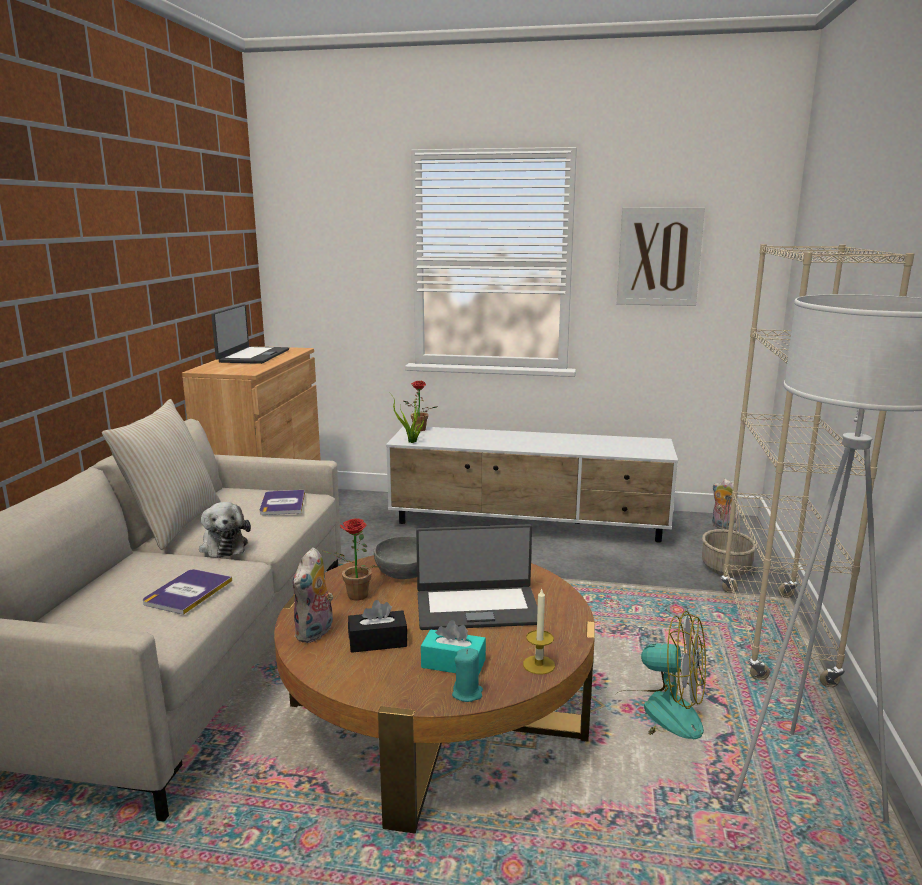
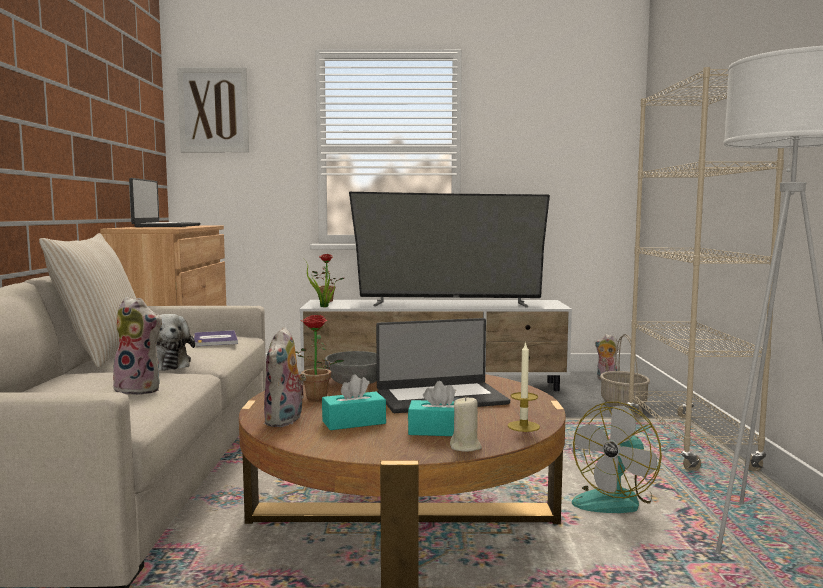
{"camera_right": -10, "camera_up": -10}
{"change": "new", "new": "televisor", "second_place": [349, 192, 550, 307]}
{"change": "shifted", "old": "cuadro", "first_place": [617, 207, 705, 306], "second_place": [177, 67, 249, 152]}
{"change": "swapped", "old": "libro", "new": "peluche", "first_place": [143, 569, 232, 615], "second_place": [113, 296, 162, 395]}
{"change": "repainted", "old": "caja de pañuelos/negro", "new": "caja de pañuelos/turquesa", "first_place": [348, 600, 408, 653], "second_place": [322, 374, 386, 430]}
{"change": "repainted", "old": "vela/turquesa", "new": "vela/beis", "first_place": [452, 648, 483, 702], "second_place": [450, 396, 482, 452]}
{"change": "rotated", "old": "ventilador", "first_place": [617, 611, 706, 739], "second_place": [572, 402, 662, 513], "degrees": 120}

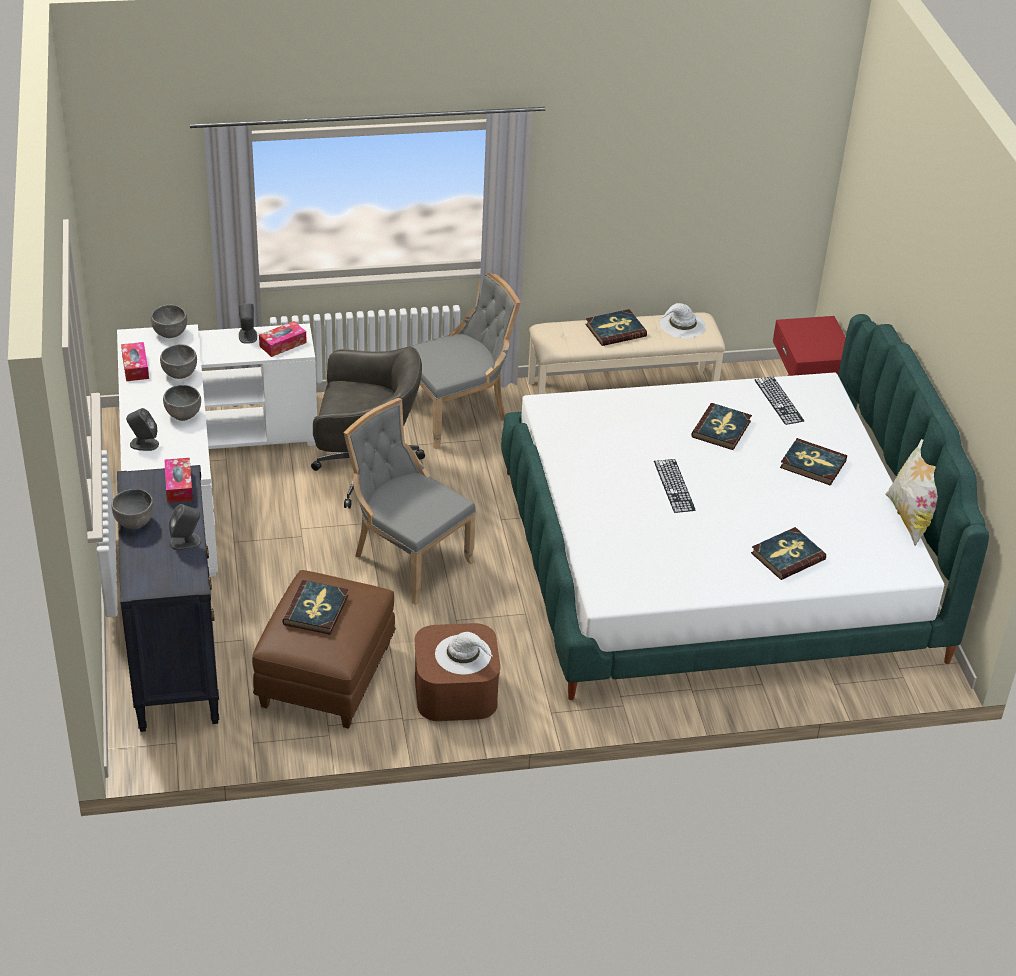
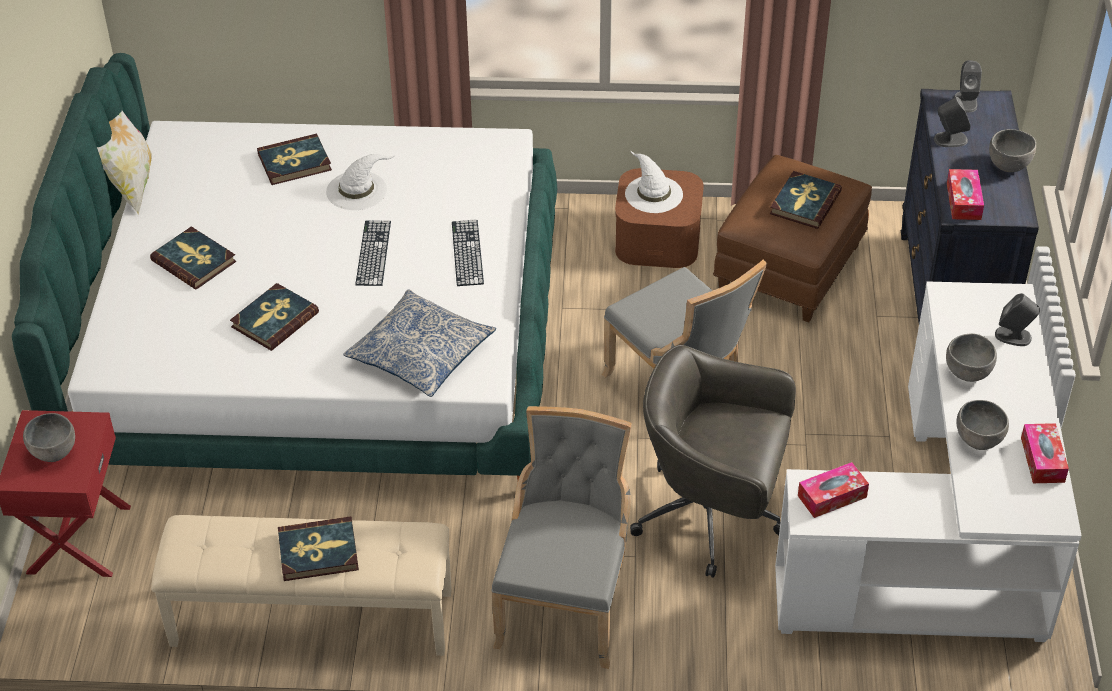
{"camera_right": -165, "camera_up": 5}
{"change": "new", "new": "cojín", "second_place": [343, 289, 496, 397]}
{"change": "shifted", "old": "cuenco/gris", "first_place": [151, 305, 187, 338], "second_place": [23, 413, 75, 462]}
{"change": "shifted", "old": "altavoz/gris", "first_place": [239, 303, 257, 344], "second_place": [954, 60, 982, 112]}
{"change": "shifted", "old": "sombrero/blanco", "first_place": [659, 303, 706, 338], "second_place": [326, 154, 394, 210]}
{"change": "shifted", "old": "teclado", "first_place": [755, 376, 804, 425], "second_place": [452, 220, 484, 286]}
{"change": "rotated", "old": "silla/gris", "first_place": [409, 273, 521, 449], "second_place": [492, 406, 632, 669], "degrees": 120}

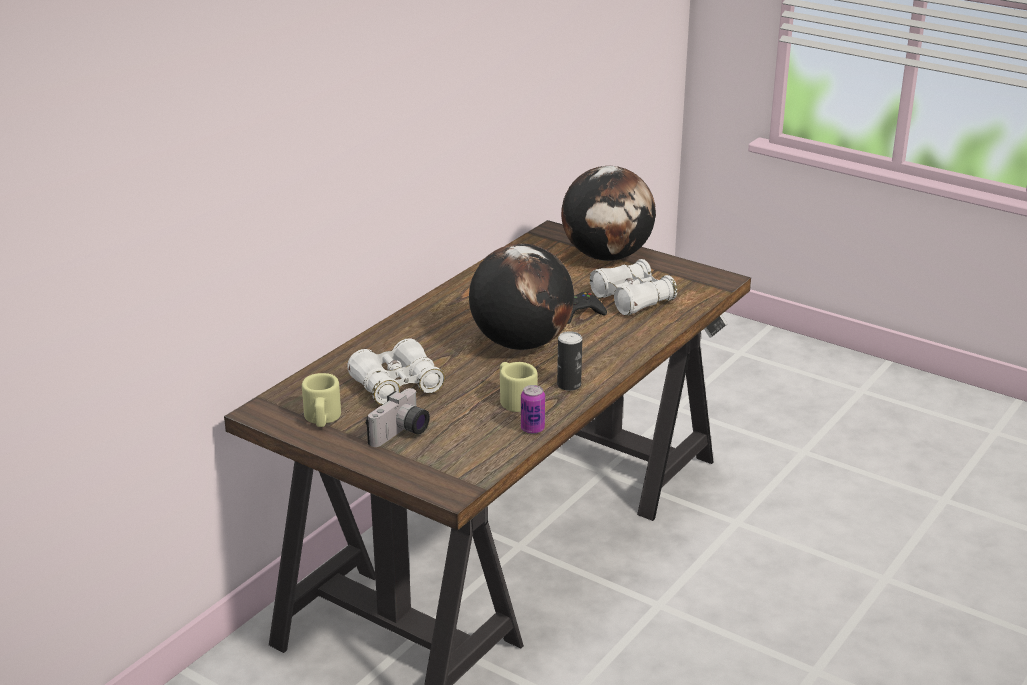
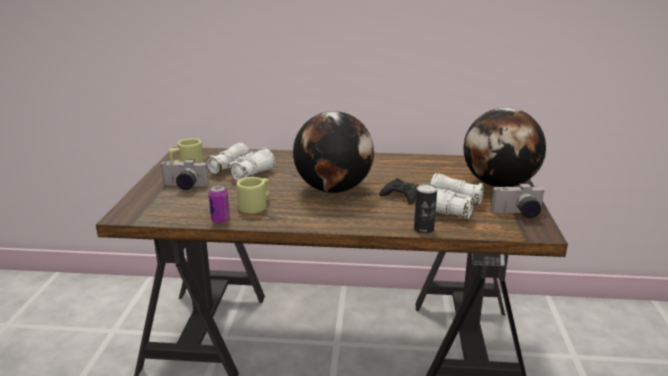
{"camera_right": 60, "camera_up": -5}
{"change": "new", "new": "cámara", "second_place": [491, 183, 546, 218]}
{"change": "shifted", "old": "lata", "first_place": [557, 331, 582, 391], "second_place": [414, 184, 437, 234]}

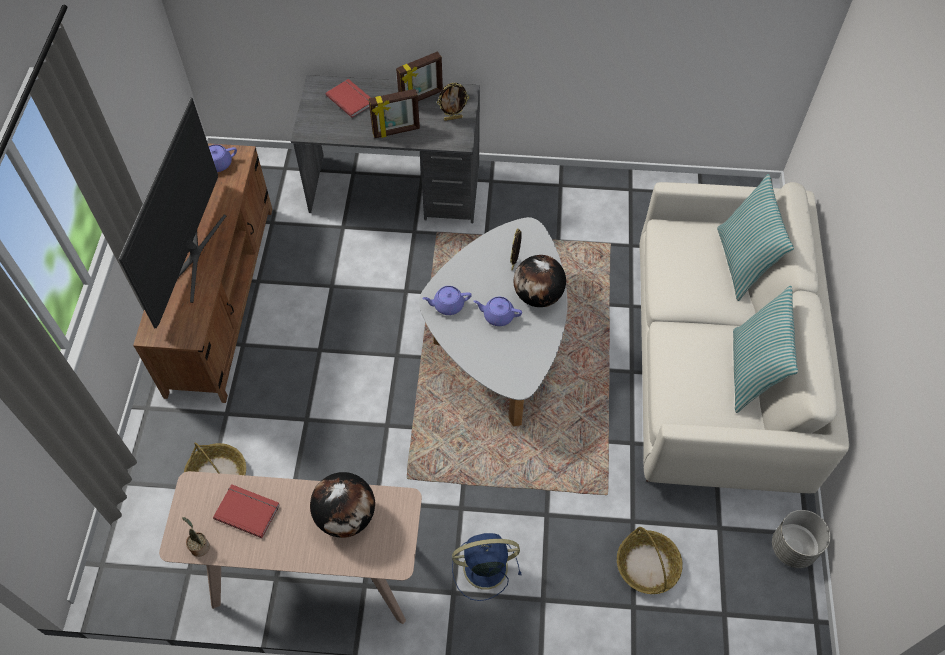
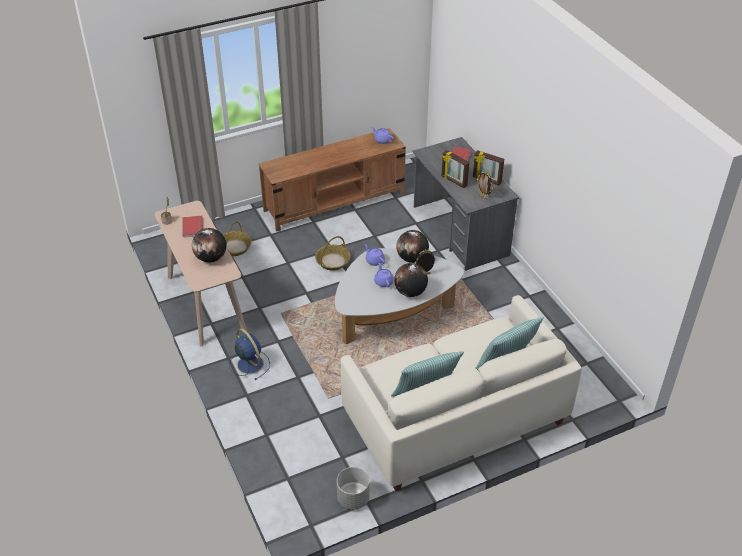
{"camera_right": 60, "camera_up": -15}
{"change": "gone", "old": "televisor", "first_place": [118, 98, 226, 328]}
{"change": "new", "new": "globo terráqueo", "second_place": [396, 230, 429, 263]}
{"change": "shifted", "old": "cesta", "first_place": [617, 527, 683, 594], "second_place": [315, 236, 351, 271]}

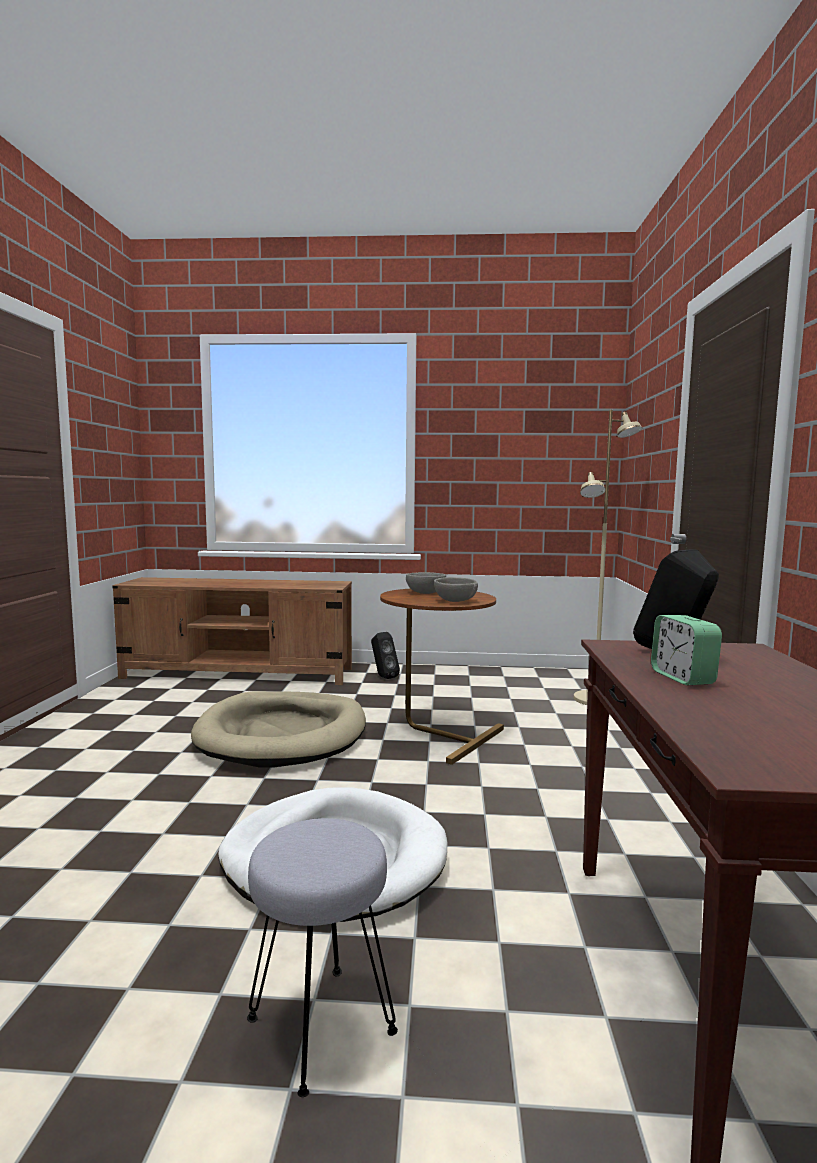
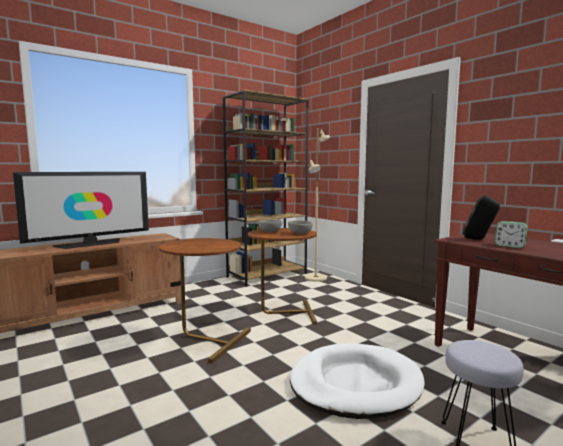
{"camera_right": -40, "camera_up": 0}
{"change": "gone", "old": "altavoz/negro", "first_place": [371, 632, 400, 679]}
{"change": "new", "new": "televisor", "second_place": [13, 172, 149, 249]}
{"change": "new", "new": "estantería/marrón", "second_place": [223, 90, 308, 286]}
{"change": "swapped", "old": "cama para perro/beis", "new": "mesa auxiliar/marrón", "first_place": [191, 691, 366, 768], "second_place": [159, 238, 251, 363]}

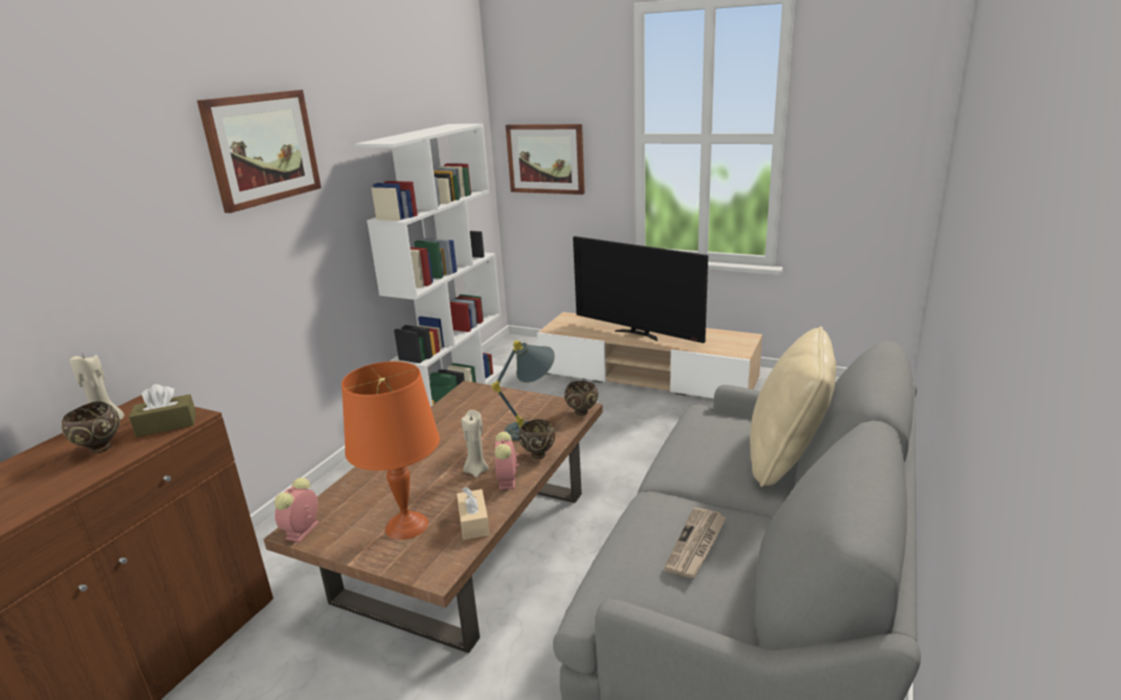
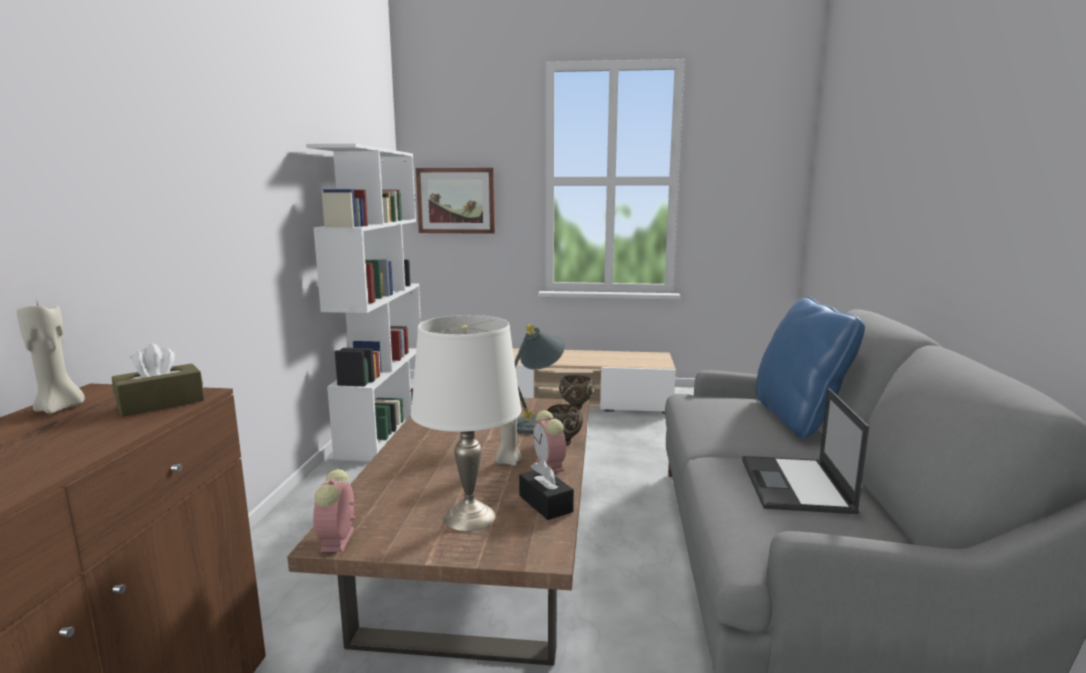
{"camera_right": -20, "camera_up": -10}
{"change": "gone", "old": "cuenco/marrón", "first_place": [61, 401, 120, 453]}
{"change": "gone", "old": "cuadro", "first_place": [197, 90, 321, 213]}
{"change": "gone", "old": "televisor", "first_place": [573, 236, 708, 343]}
{"change": "swapped", "old": "periódico", "new": "portátil", "first_place": [664, 507, 727, 578], "second_place": [742, 388, 869, 514]}
{"change": "repainted", "old": "lámpara de mesa/naranja", "new": "lámpara de mesa/blanco", "first_place": [341, 361, 440, 540], "second_place": [411, 315, 522, 531]}
{"change": "repainted", "old": "caja de pañuelos/beis", "new": "caja de pañuelos/negro", "first_place": [457, 487, 490, 540], "second_place": [519, 459, 574, 520]}
{"change": "repainted", "old": "cojín/beis", "new": "cojín/azul", "first_place": [750, 326, 836, 487], "second_place": [755, 297, 865, 439]}

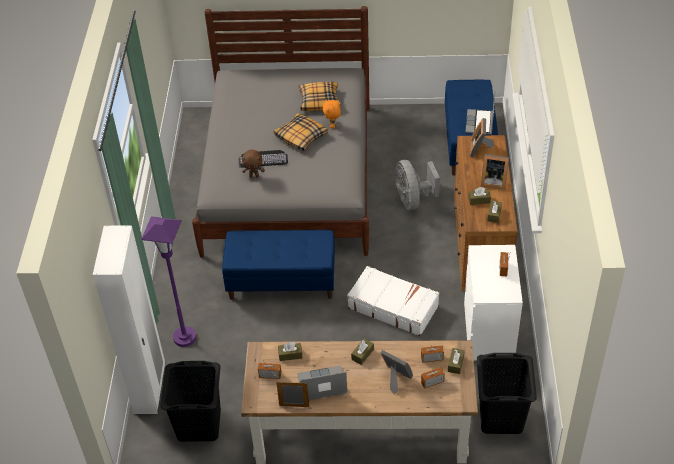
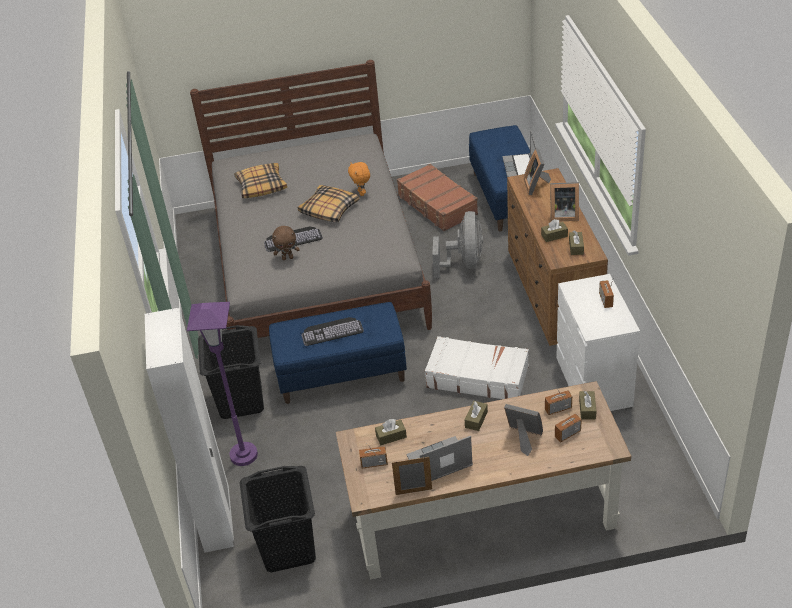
{"camera_right": -10, "camera_up": -5}
{"change": "new", "new": "teclado", "second_place": [301, 317, 364, 346]}
{"change": "new", "new": "maleta/marrón", "second_place": [397, 164, 478, 231]}
{"change": "shifted", "old": "cojín", "first_place": [298, 82, 341, 111], "second_place": [234, 163, 287, 198]}
{"change": "shifted", "old": "cesto de la ropa/negro", "first_place": [477, 353, 537, 434], "second_place": [198, 325, 264, 419]}
{"change": "rotated", "old": "ventilador/gris", "first_place": [395, 160, 440, 210], "second_place": [432, 211, 483, 278], "degrees": -150}

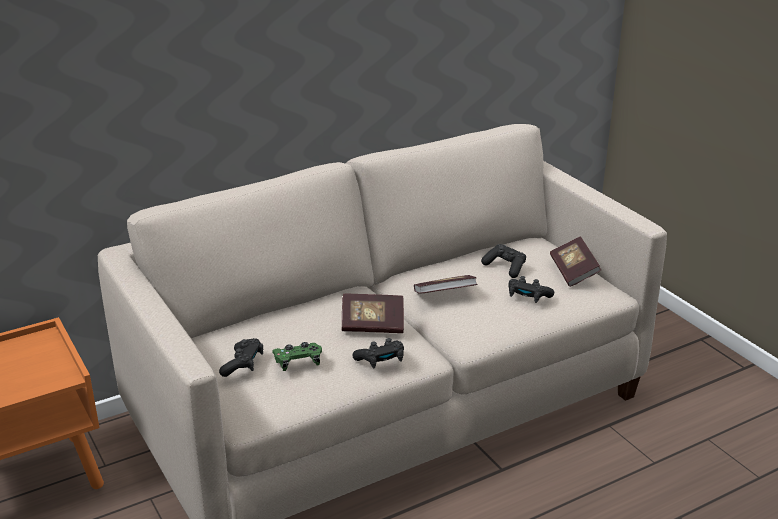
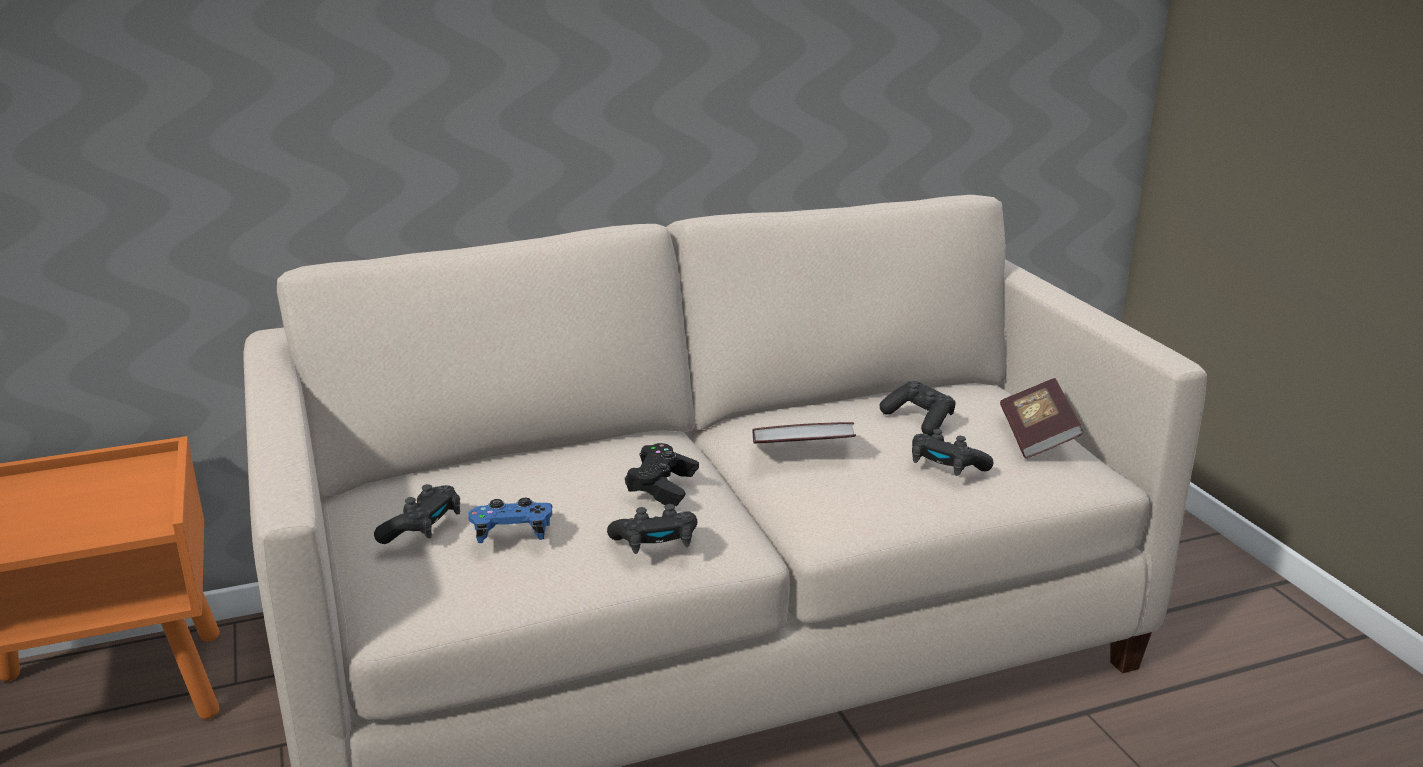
{"camera_right": 10, "camera_up": -5}
{"change": "swapped", "old": "libro", "new": "mando de consola/negro", "first_place": [342, 294, 404, 333], "second_place": [625, 443, 699, 506]}
{"change": "repainted", "old": "mando de consola/verde", "new": "mando de consola/azul", "first_place": [272, 342, 322, 371], "second_place": [468, 498, 553, 543]}

